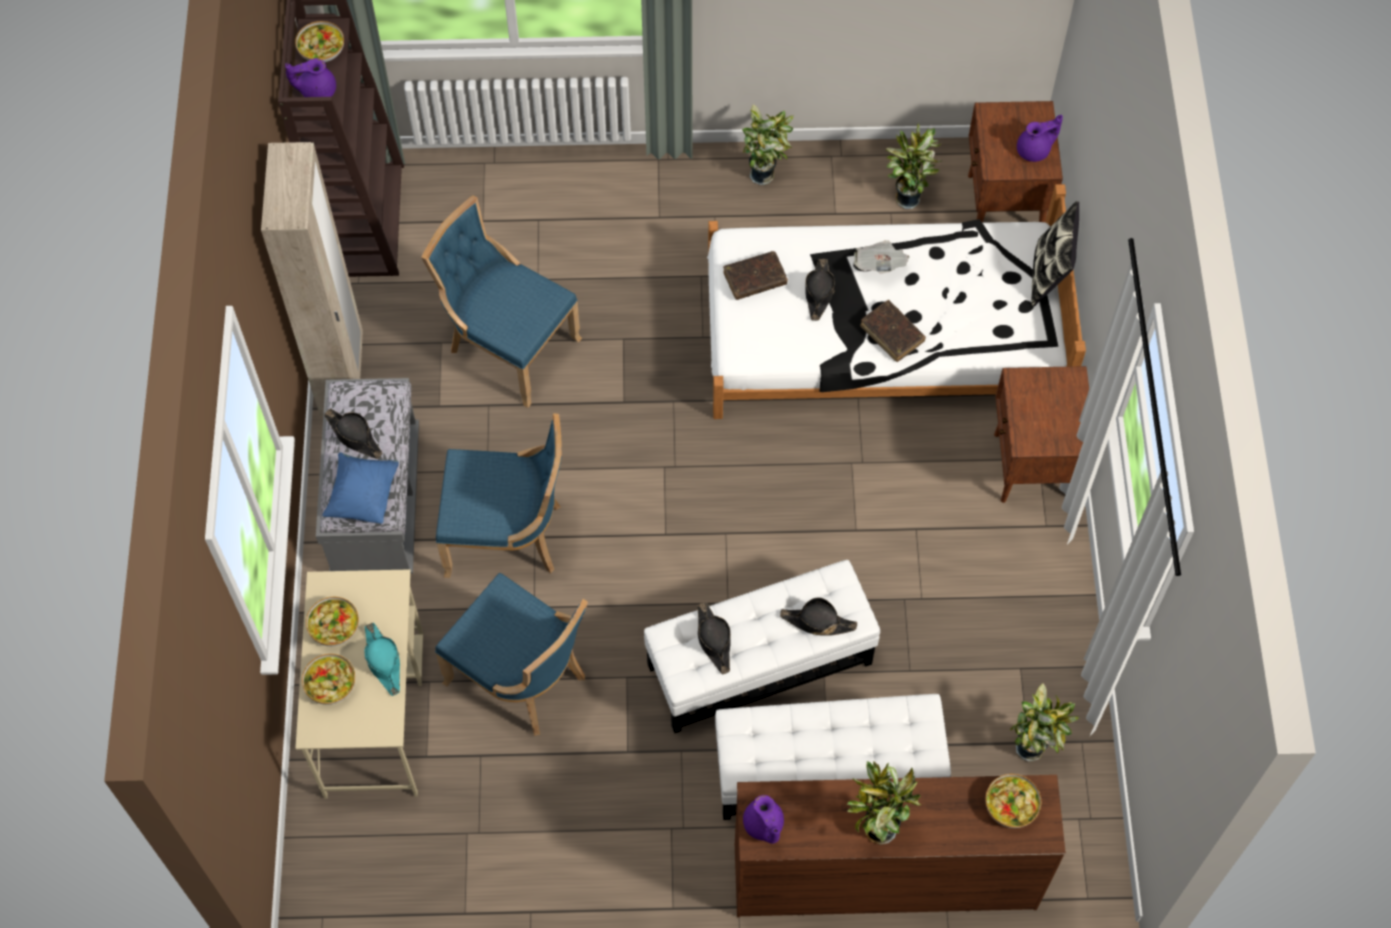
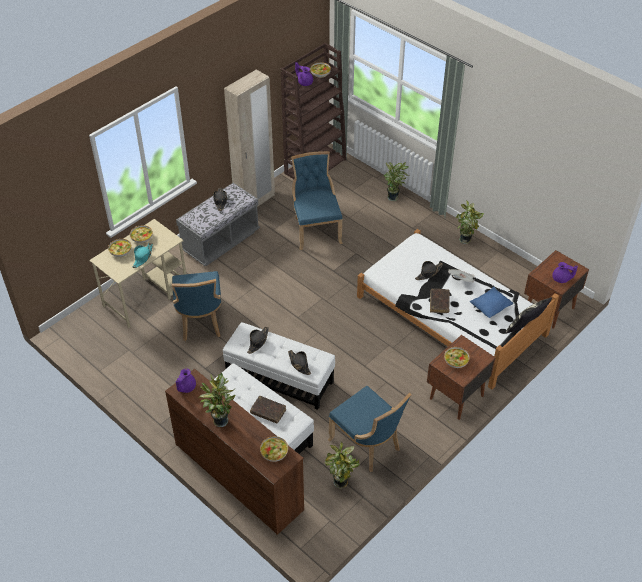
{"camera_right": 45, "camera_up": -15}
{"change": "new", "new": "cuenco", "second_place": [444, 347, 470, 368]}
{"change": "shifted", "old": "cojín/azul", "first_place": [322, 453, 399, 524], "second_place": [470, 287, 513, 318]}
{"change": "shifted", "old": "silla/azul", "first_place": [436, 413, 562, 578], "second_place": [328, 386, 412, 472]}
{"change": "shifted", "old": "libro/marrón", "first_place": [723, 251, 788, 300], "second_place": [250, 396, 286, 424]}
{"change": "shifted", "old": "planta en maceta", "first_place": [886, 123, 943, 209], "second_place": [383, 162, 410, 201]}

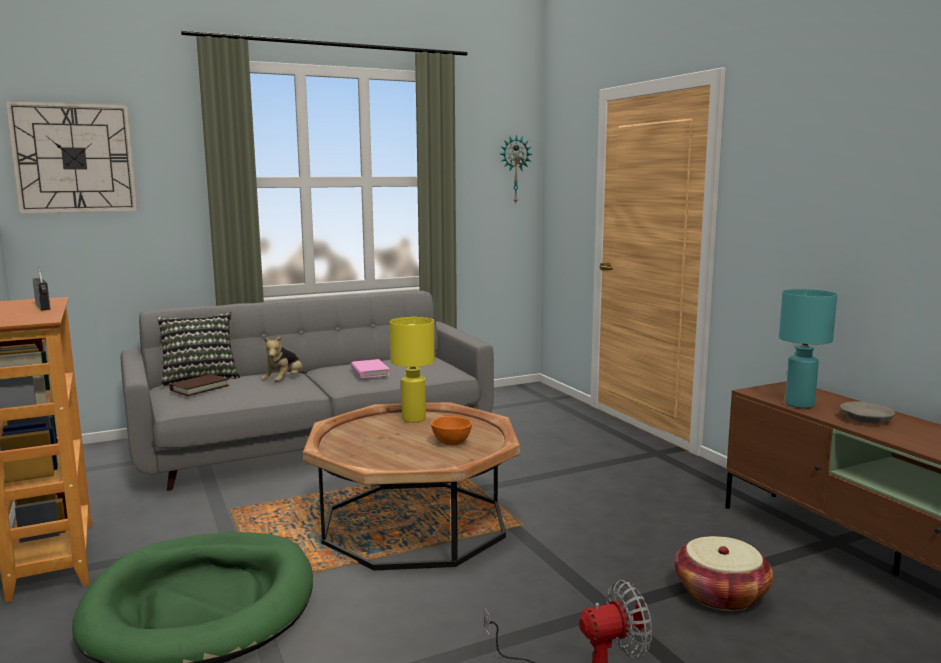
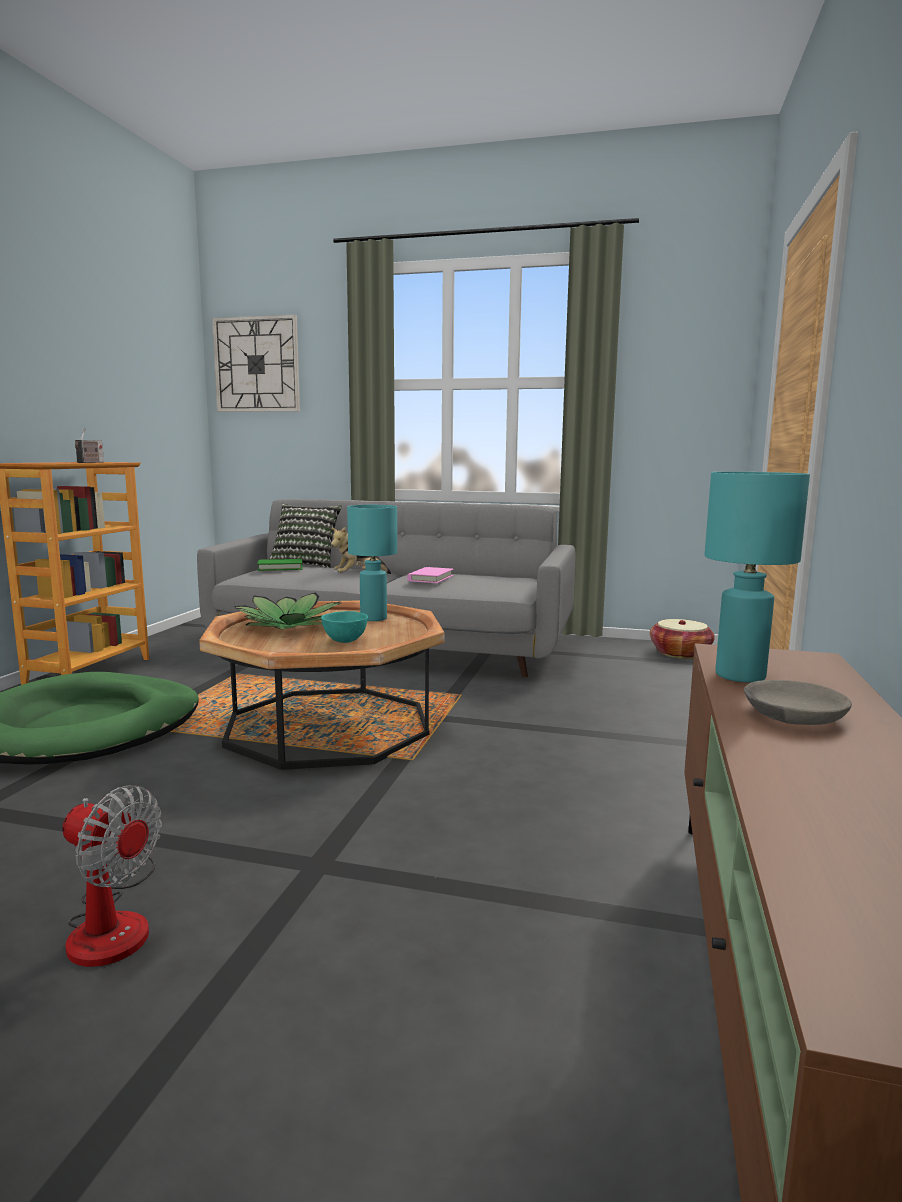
{"camera_right": 40, "camera_up": 0}
{"change": "gone", "old": "reloj de pared", "first_place": [500, 134, 532, 205]}
{"change": "new", "new": "planta en maceta", "second_place": [234, 592, 341, 629]}
{"change": "shifted", "old": "cesta", "first_place": [674, 536, 774, 611], "second_place": [650, 619, 715, 659]}
{"change": "repainted", "old": "libro/marrón", "new": "libro/verde", "first_place": [170, 374, 229, 396], "second_place": [257, 559, 302, 571]}
{"change": "repainted", "old": "lámpara de mesa/amarillo", "new": "lámpara de mesa/turquesa", "first_place": [390, 317, 435, 423], "second_place": [347, 505, 397, 621]}
{"change": "repainted", "old": "cuenco/naranja", "new": "cuenco/turquesa", "first_place": [431, 416, 472, 446], "second_place": [321, 611, 368, 643]}

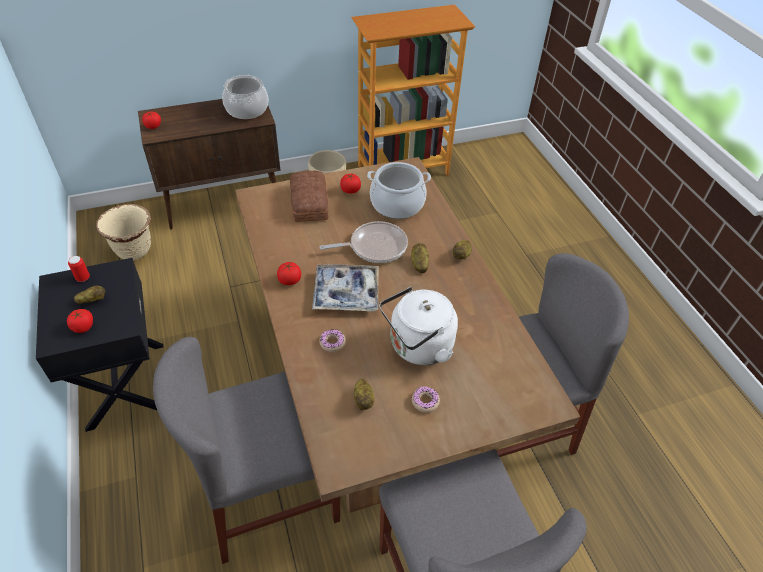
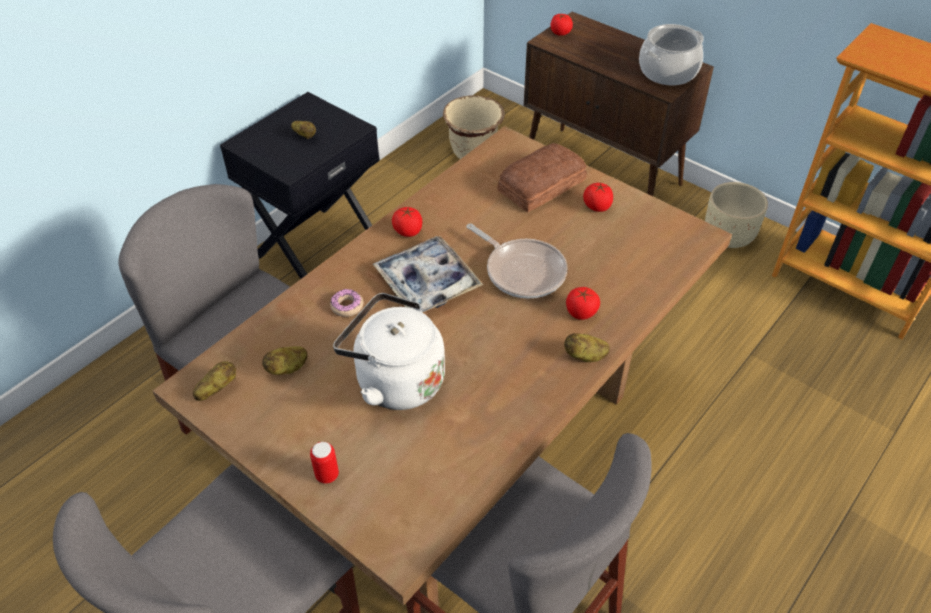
{"camera_right": 60, "camera_up": 0}
{"change": "gone", "old": "olla", "first_place": [367, 162, 431, 219]}
{"change": "gone", "old": "rosquilla", "first_place": [412, 386, 440, 413]}
{"change": "shifted", "old": "tomate", "first_place": [67, 309, 93, 333], "second_place": [566, 287, 600, 320]}
{"change": "shifted", "old": "lata", "first_place": [68, 256, 90, 282], "second_place": [310, 442, 339, 484]}
{"change": "shifted", "old": "patata", "first_place": [411, 243, 429, 273], "second_place": [193, 361, 236, 401]}

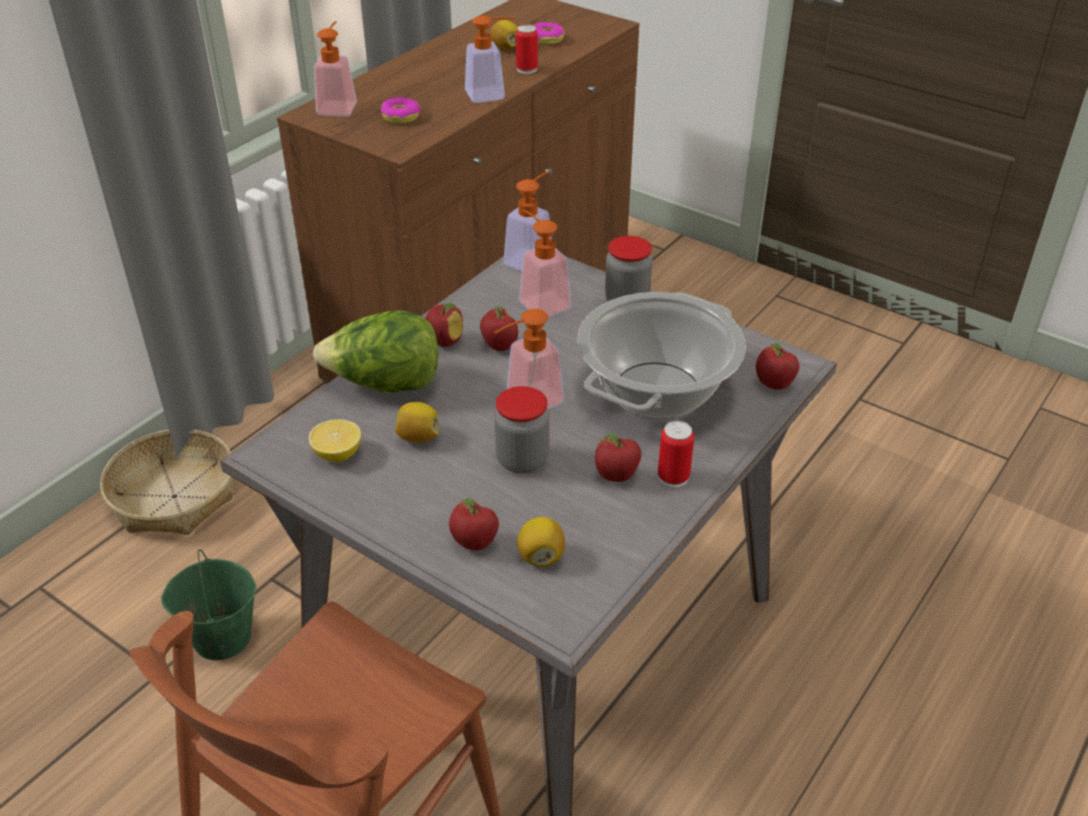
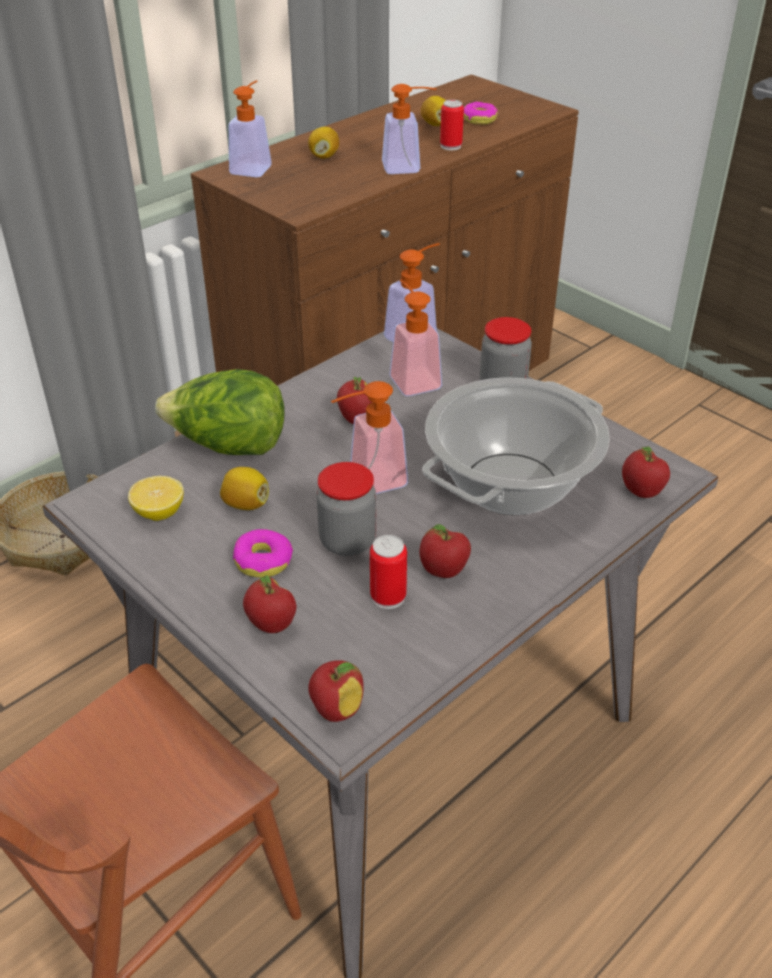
{"camera_right": 10, "camera_up": 0}
{"change": "gone", "old": "cubo/verde", "first_place": [161, 549, 256, 660]}
{"change": "shifted", "old": "rosquilla", "first_place": [381, 97, 420, 124], "second_place": [233, 529, 293, 578]}
{"change": "shifted", "old": "manzana", "first_place": [425, 302, 463, 347], "second_place": [309, 660, 364, 722]}
{"change": "shifted", "old": "limón", "first_place": [517, 517, 565, 567], "second_place": [308, 127, 339, 159]}
{"change": "shifted", "old": "lata", "first_place": [658, 421, 694, 488], "second_place": [370, 535, 407, 609]}

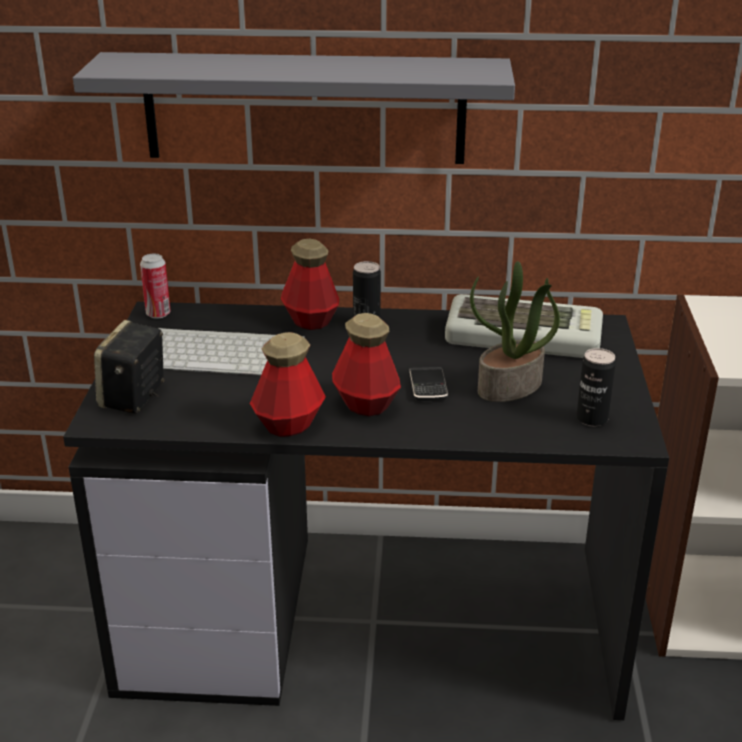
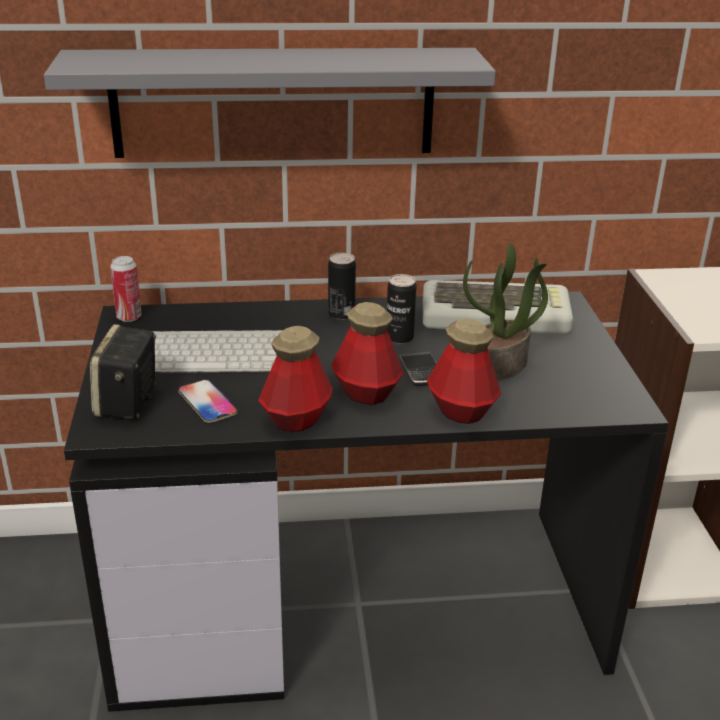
{"camera_right": -10, "camera_up": 0}
{"change": "new", "new": "móvil", "second_place": [178, 380, 238, 423]}
{"change": "shifted", "old": "botella", "first_place": [281, 239, 339, 330], "second_place": [427, 318, 501, 424]}
{"change": "shifted", "old": "lata", "first_place": [576, 348, 616, 426], "second_place": [387, 274, 416, 344]}

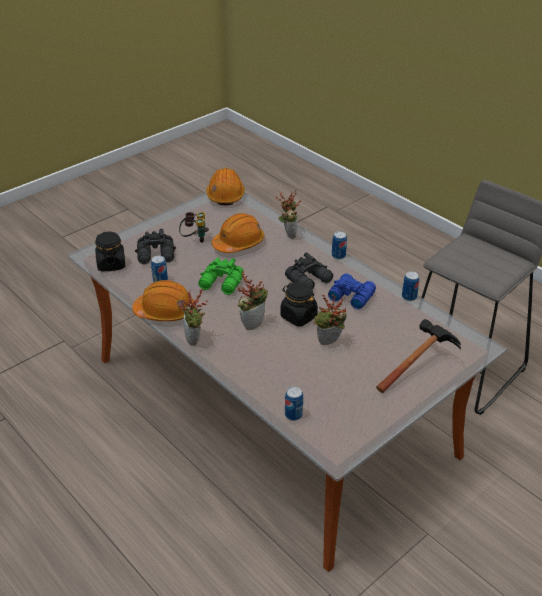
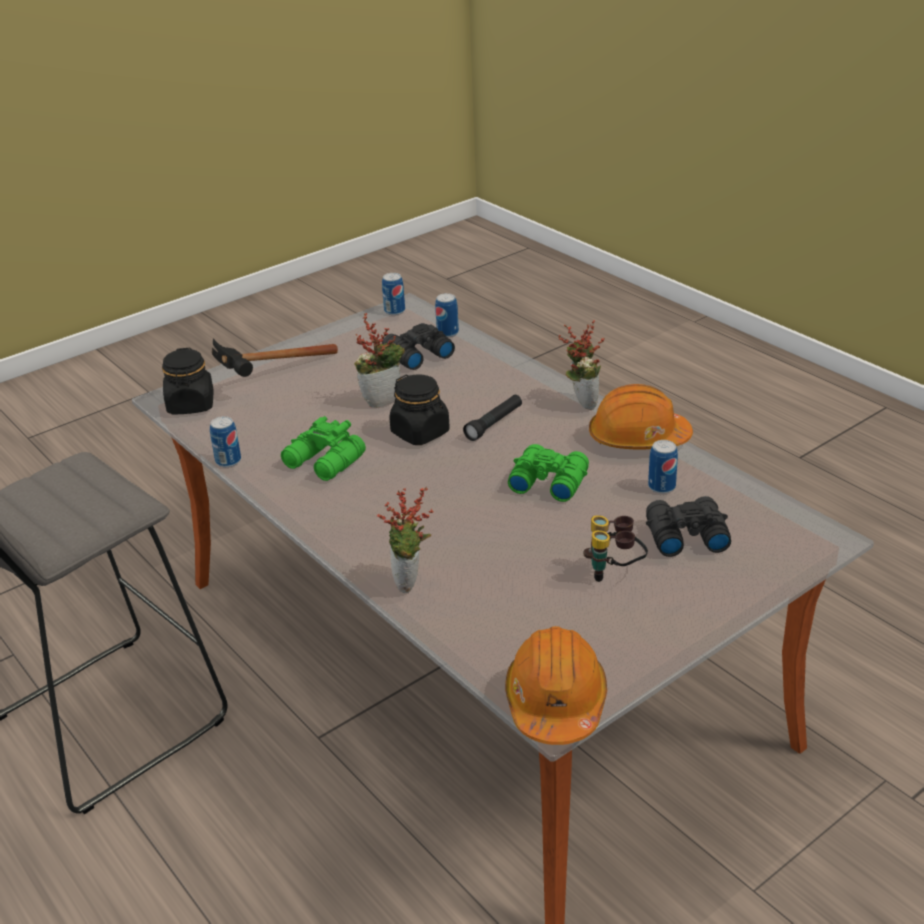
{"camera_right": -175, "camera_up": -5}
{"change": "gone", "old": "casco/naranja", "first_place": [212, 213, 264, 253]}
{"change": "shifted", "old": "tarro/negro", "first_place": [95, 231, 125, 272], "second_place": [162, 348, 214, 414]}
{"change": "shifted", "old": "prismáticos/negro", "first_place": [285, 252, 333, 290], "second_place": [382, 323, 455, 370]}
{"change": "shifted", "old": "lata", "first_place": [332, 231, 347, 259], "second_place": [382, 273, 405, 315]}
{"change": "swapped", "old": "planta en maceta", "new": "linterna/negro", "first_place": [238, 271, 268, 330], "second_place": [463, 395, 522, 441]}
{"change": "repainted", "old": "prismáticos/azul", "new": "prismáticos/verde", "first_place": [328, 274, 376, 309], "second_place": [281, 416, 366, 481]}

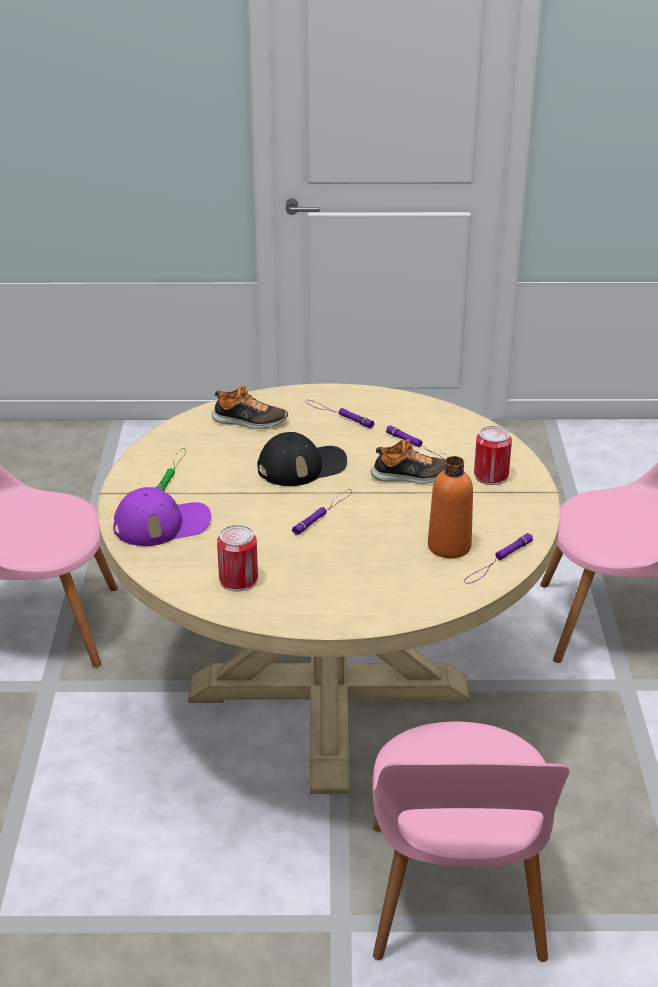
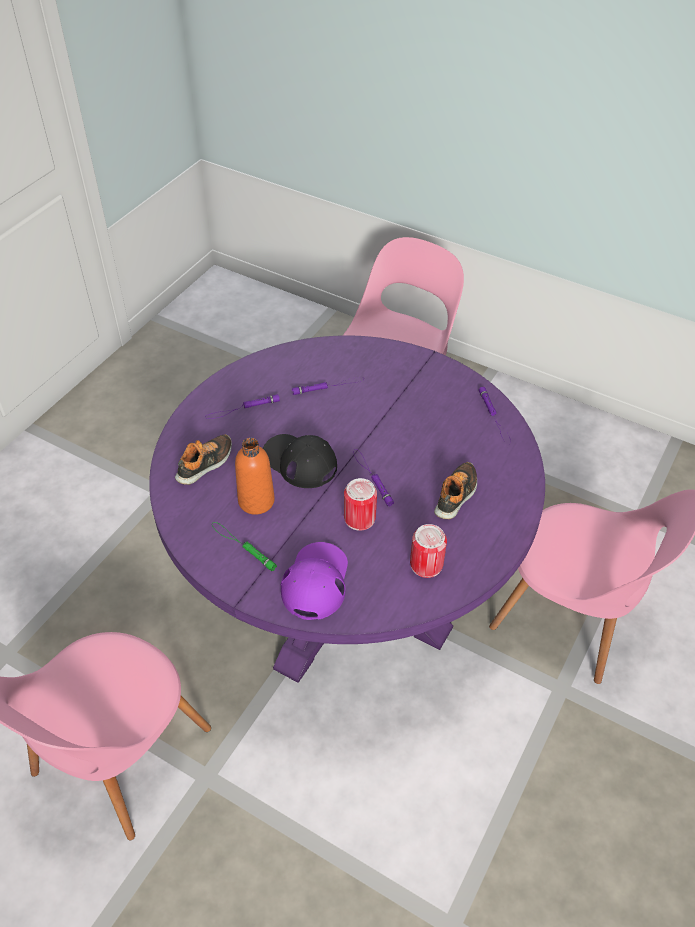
{"camera_right": -60, "camera_up": 15}
{"change": "shifted", "old": "zapato", "first_place": [371, 439, 446, 484], "second_place": [434, 462, 477, 519]}
{"change": "shifted", "old": "botella/naranja", "first_place": [428, 456, 473, 558], "second_place": [235, 438, 275, 515]}
{"change": "shifted", "old": "lata", "first_place": [474, 426, 512, 485], "second_place": [344, 478, 377, 531]}
{"change": "repainted", "old": "mesa de comedor/beis", "new": "mesa de comedor/morado", "first_place": [98, 383, 560, 794], "second_place": [149, 335, 545, 683]}
{"change": "rotated", "old": "gorra/negro", "first_place": [258, 432, 347, 486], "second_place": [263, 434, 337, 488], "degrees": -60}

